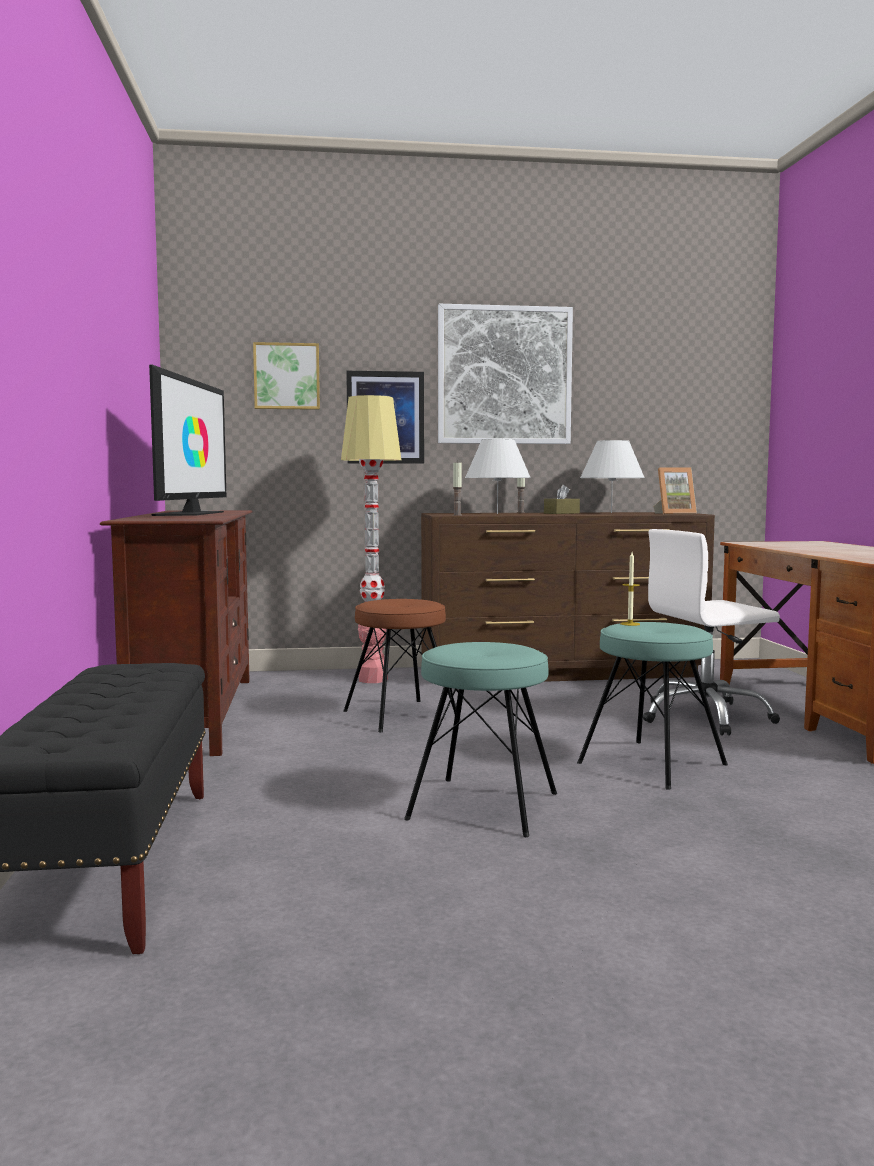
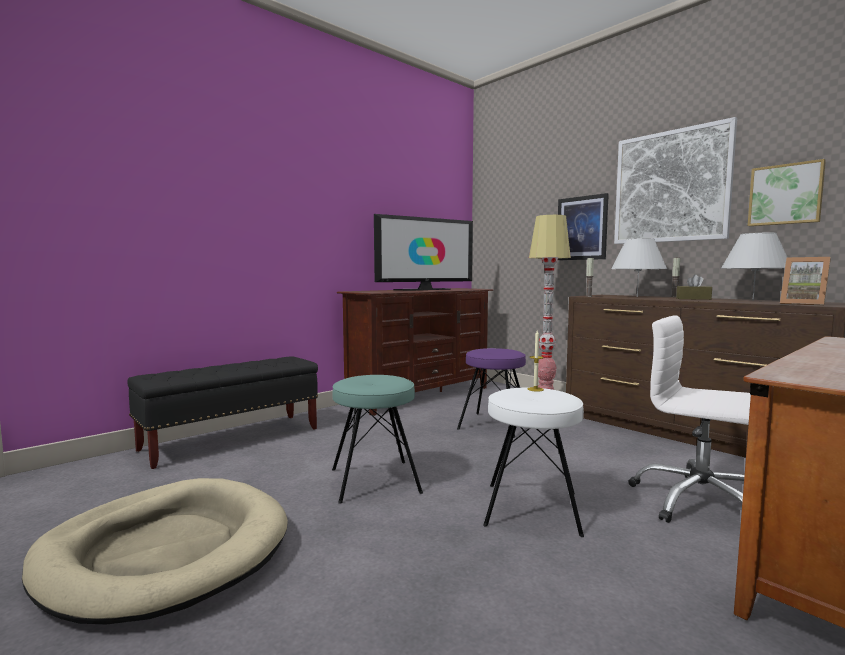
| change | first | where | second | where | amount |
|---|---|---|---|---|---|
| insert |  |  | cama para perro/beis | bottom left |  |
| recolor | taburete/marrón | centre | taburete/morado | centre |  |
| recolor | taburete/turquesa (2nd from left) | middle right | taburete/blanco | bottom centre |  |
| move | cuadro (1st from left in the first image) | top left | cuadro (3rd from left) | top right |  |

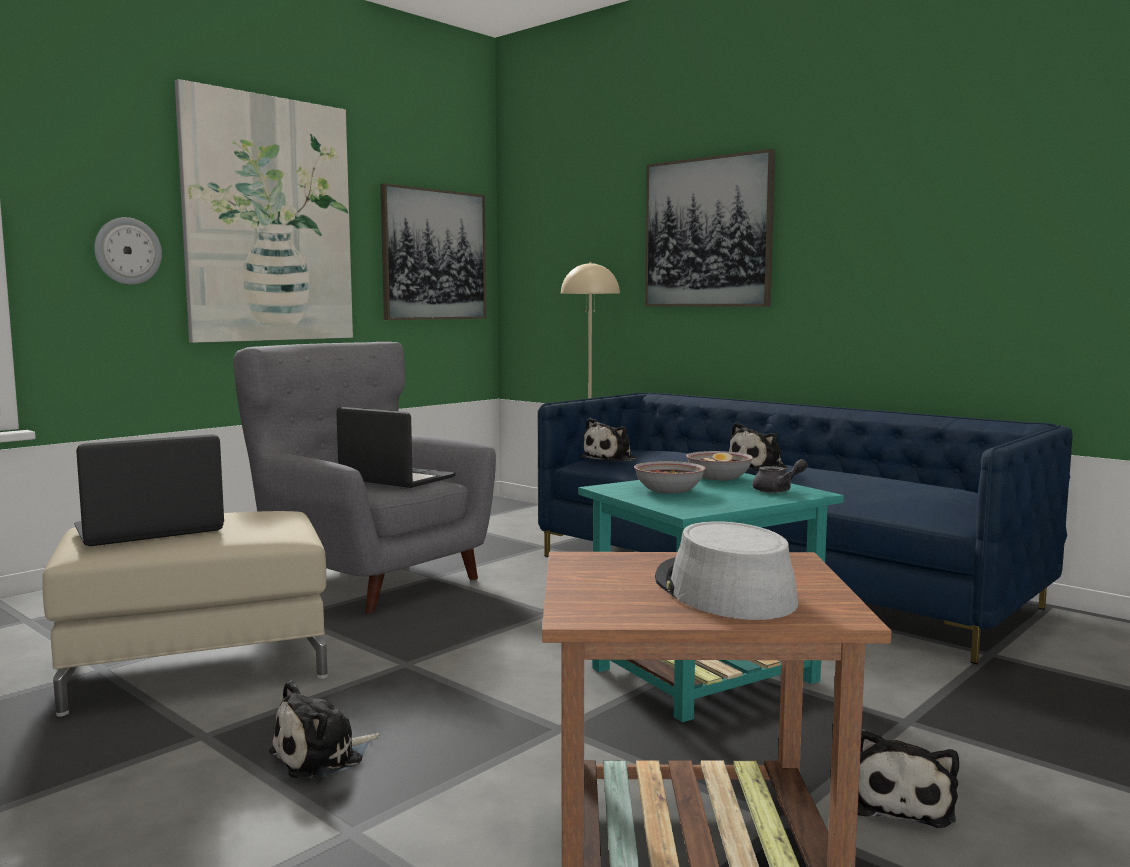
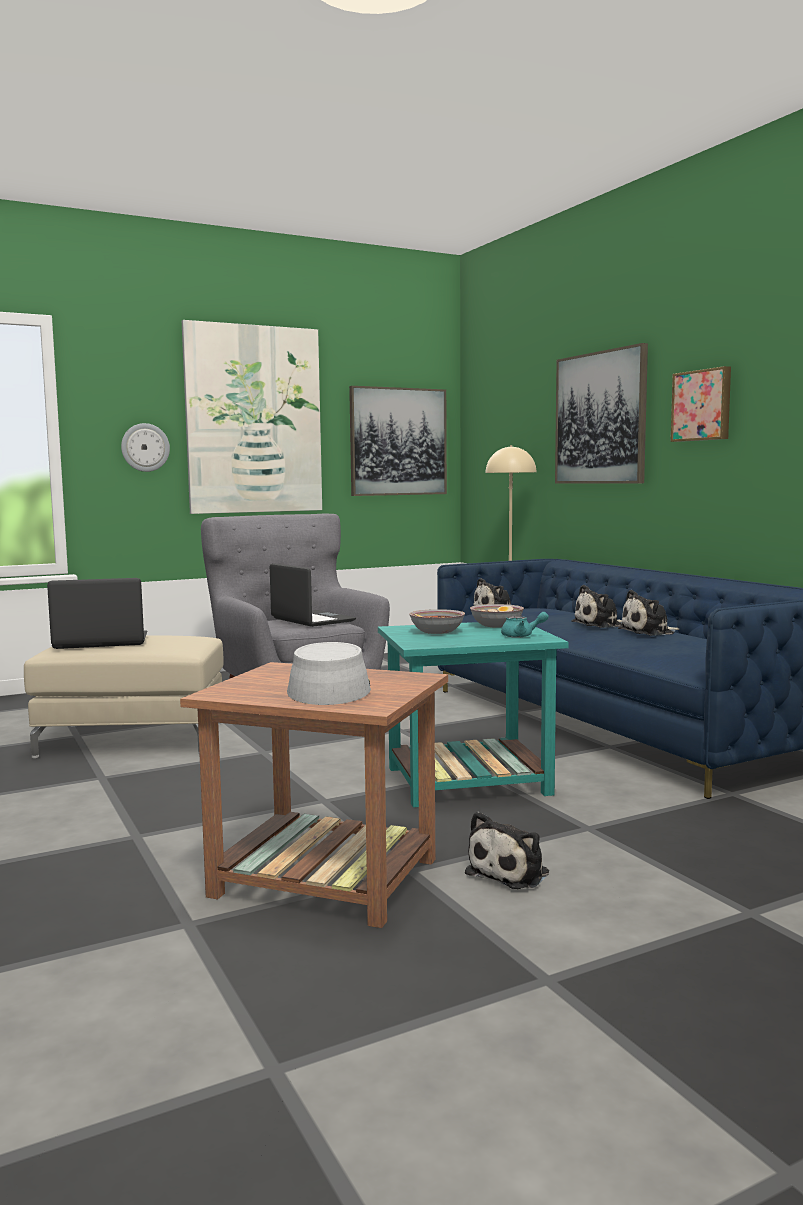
| change | first | where | second | where | amount |
|---|---|---|---|---|---|
| recolor | tetera/gris | middle right | tetera/turquesa | centre |  |
| move | peluche (1st from left in the first image) | bottom left | peluche (4th from left) | middle right |  |
| insert |  |  | cuadro (4th from left) | middle right |  |

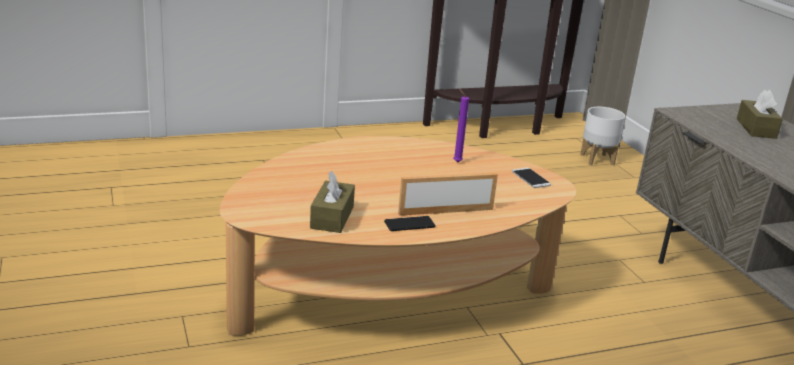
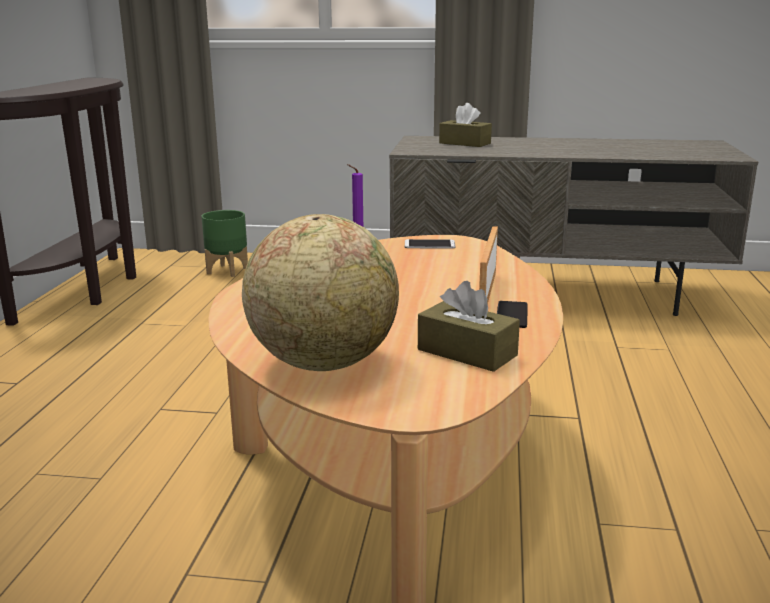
| change | first | where | second | where | amount |
|---|---|---|---|---|---|
| recolor | maceta/blanco | middle right | maceta/verde | middle left |  |
| insert |  |  | globo terráqueo | centre |  |

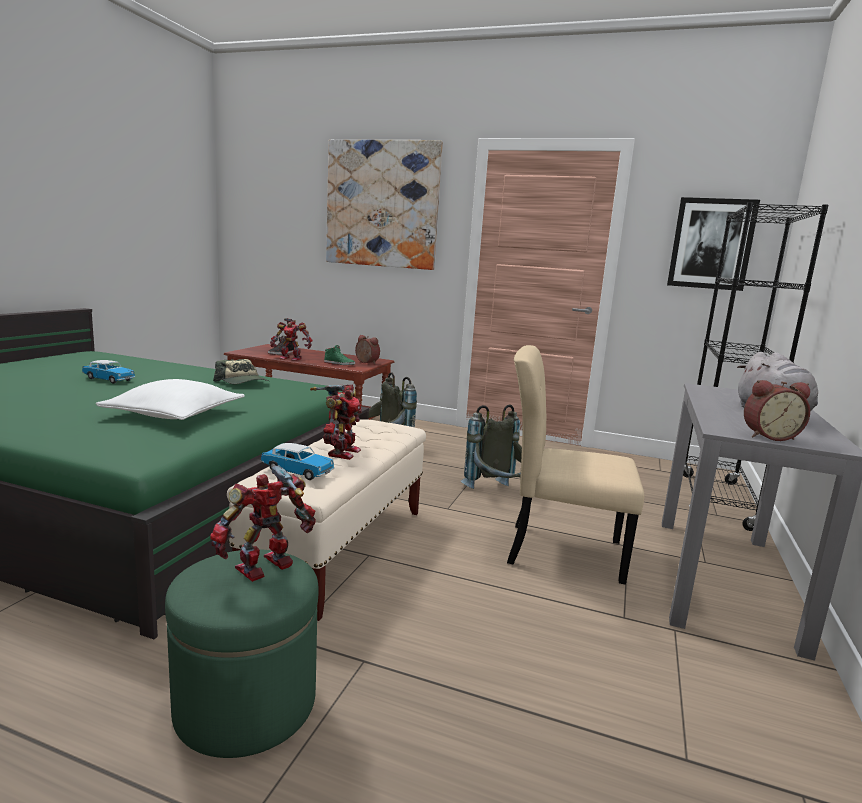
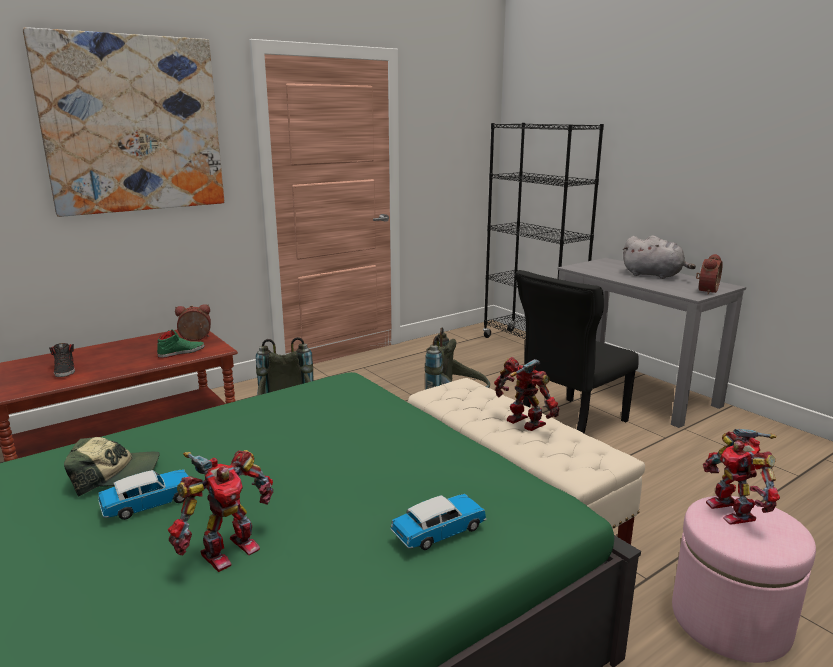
| change | first | where | second | where | amount |
|---|---|---|---|---|---|
| move | gorra | middle left |  | bottom left |  |
| move | robot de juguete (2nd from left in the first image) | centre | robot de juguete (1st from left) | bottom left |  |
| move | coche de juguete (2nd from left) | centre |  | bottom centre |  |
| recolor | silla/beis | middle right | silla/negro | middle right |  |
| recolor | puf/verde | bottom left | puf/rosa | bottom right |  |
| delete | cojín/blanco | middle left |  |  |  |
| delete | cuadro (2nd from left) | top right |  |  |  |

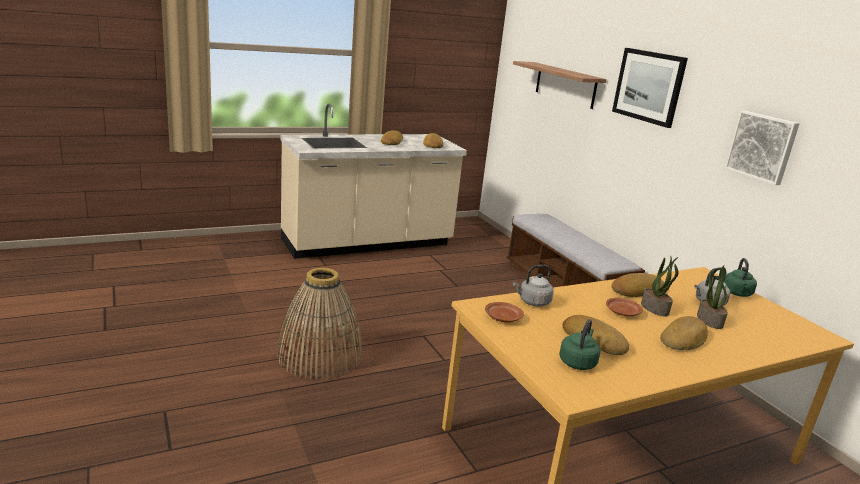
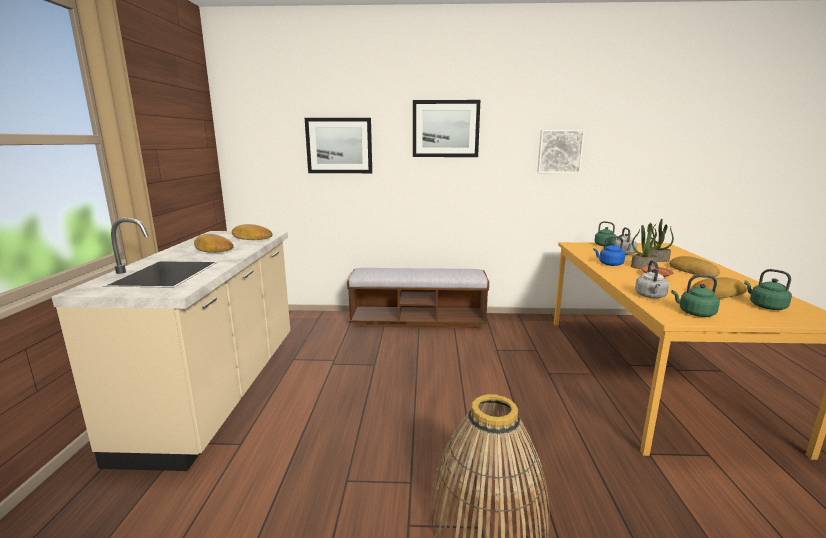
| change | first | where | second | where | amount |
|---|---|---|---|---|---|
| replace | estante | top centre | cuadro (1st from left) | top centre |  |
| replace | pan (4th from left) | middle right | hervidor/azul | middle right |  |
| replace | plato/marrón (1st from left) | centre | hervidor/verde (2nd from left) | middle right |  |

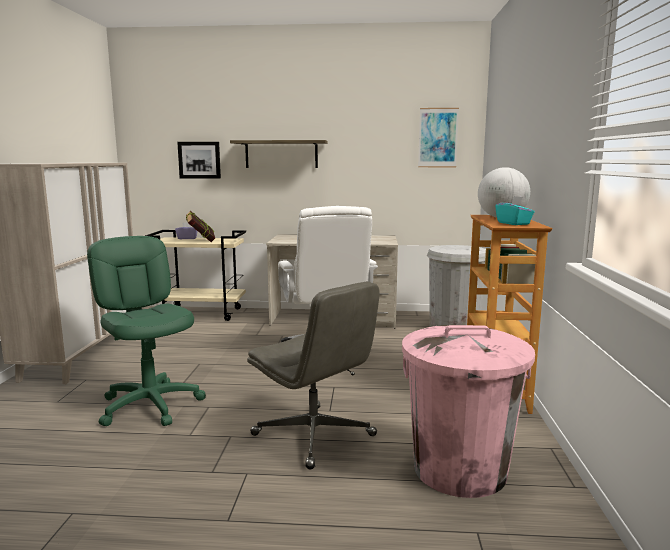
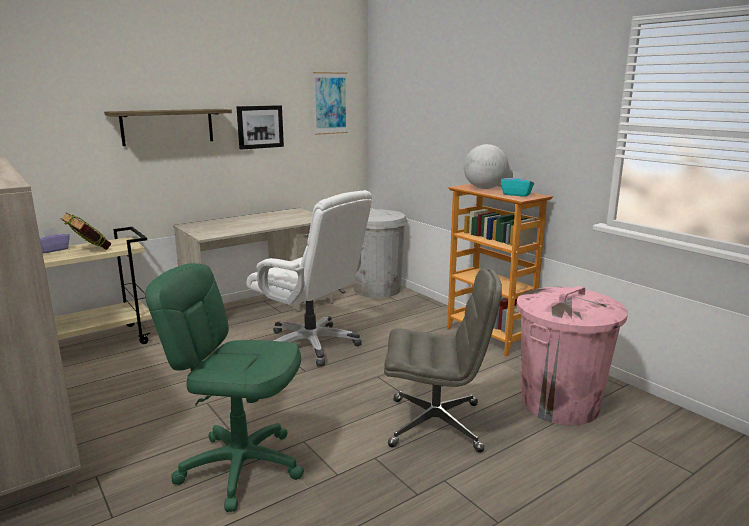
| change | first | where | second | where | amount |
|---|---|---|---|---|---|
| move | cuadro (1st from left) | top left |  | top centre |  |

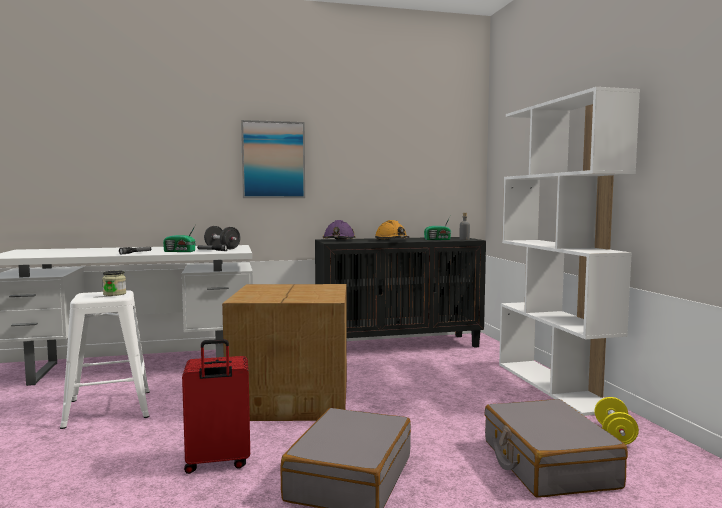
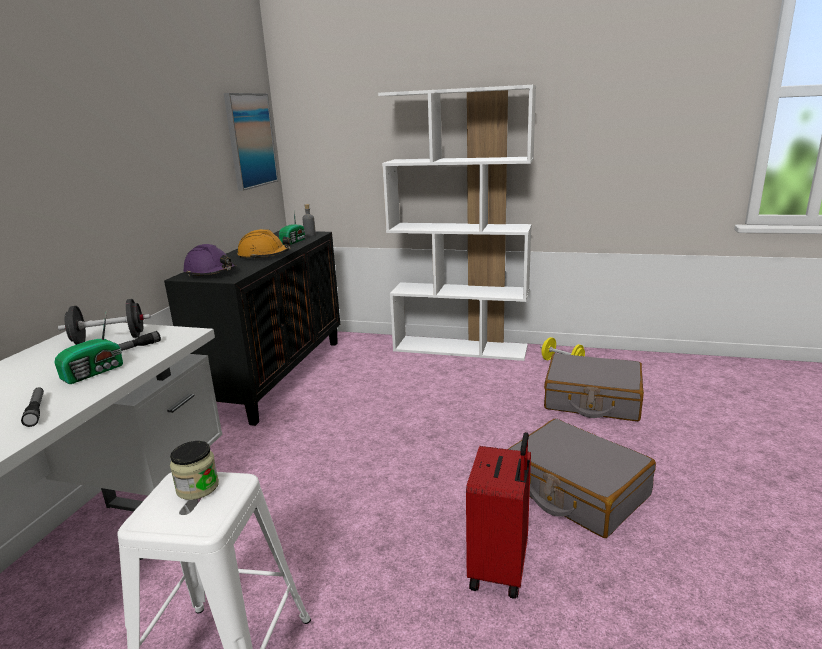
| change | first | where | second | where | amount |
|---|---|---|---|---|---|
| move | cuadro | top centre |  | top left |  |
| delete | caja de cartón | bottom centre |  |  |  |

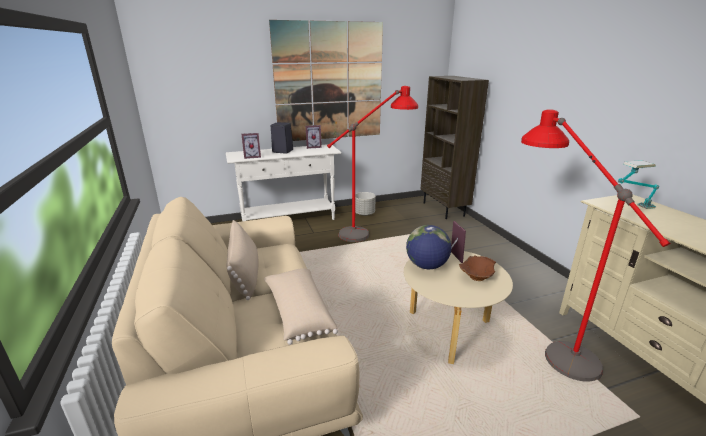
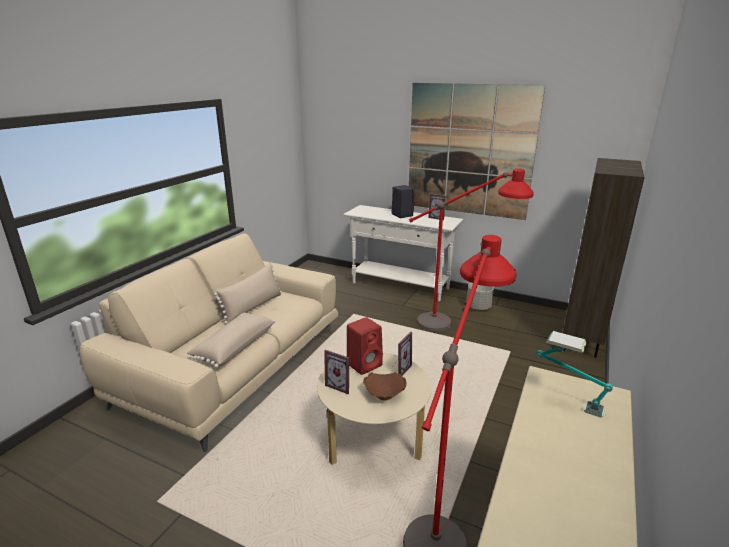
| change | first | where | second | where | amount |
|---|---|---|---|---|---|
| move | portarretratos (1st from left) | centre |  | bottom centre |  |
| replace | globo terráqueo | centre | altavoz/rojo | centre |  |

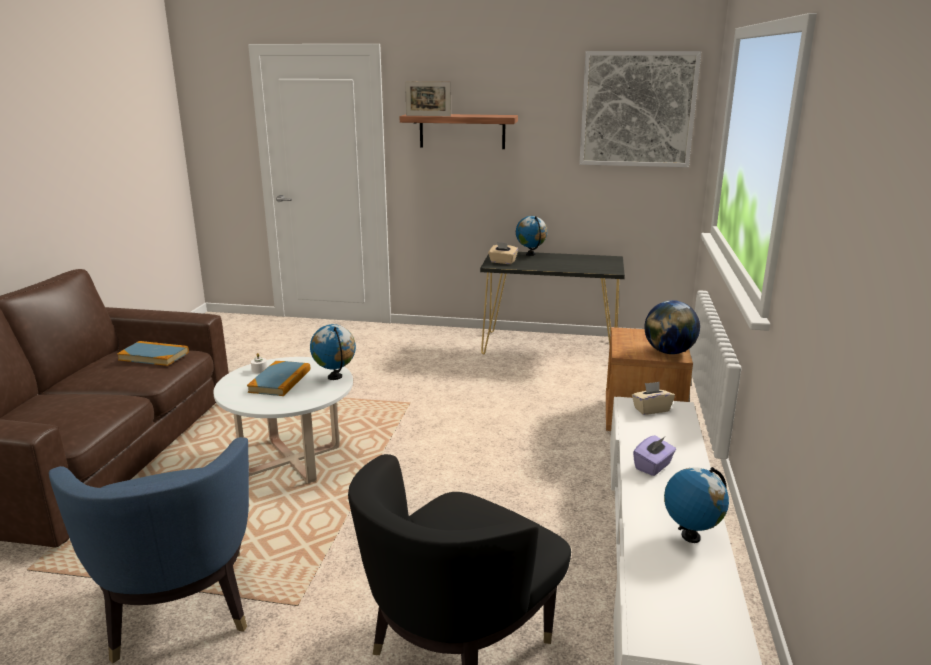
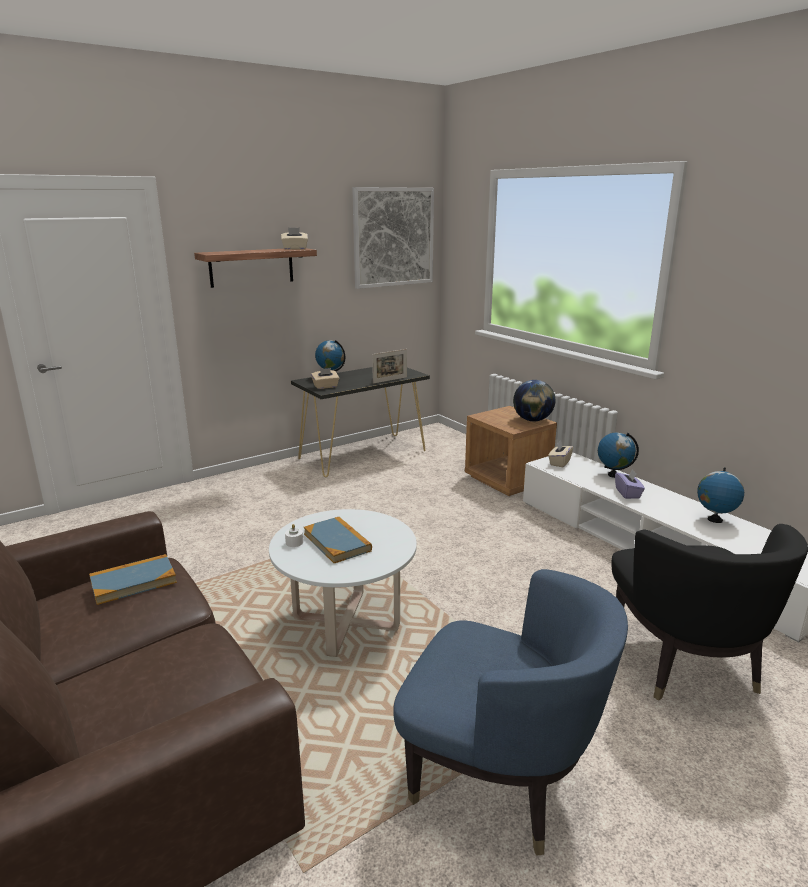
| change | first | where | second | where | amount |
|---|---|---|---|---|---|
| insert |  |  | caja de pañuelos/beis (1st from left) | top centre |  |
| move | portarretratos | top centre |  | centre |  |
| move | globo terráqueo (1st from left in the first image) | centre | globo terráqueo (3rd from left) | middle right |  |

